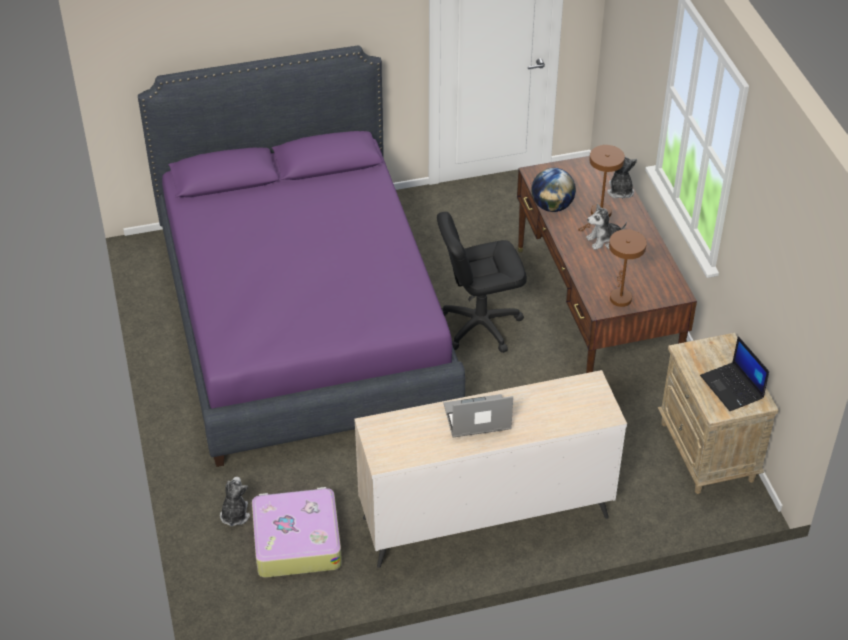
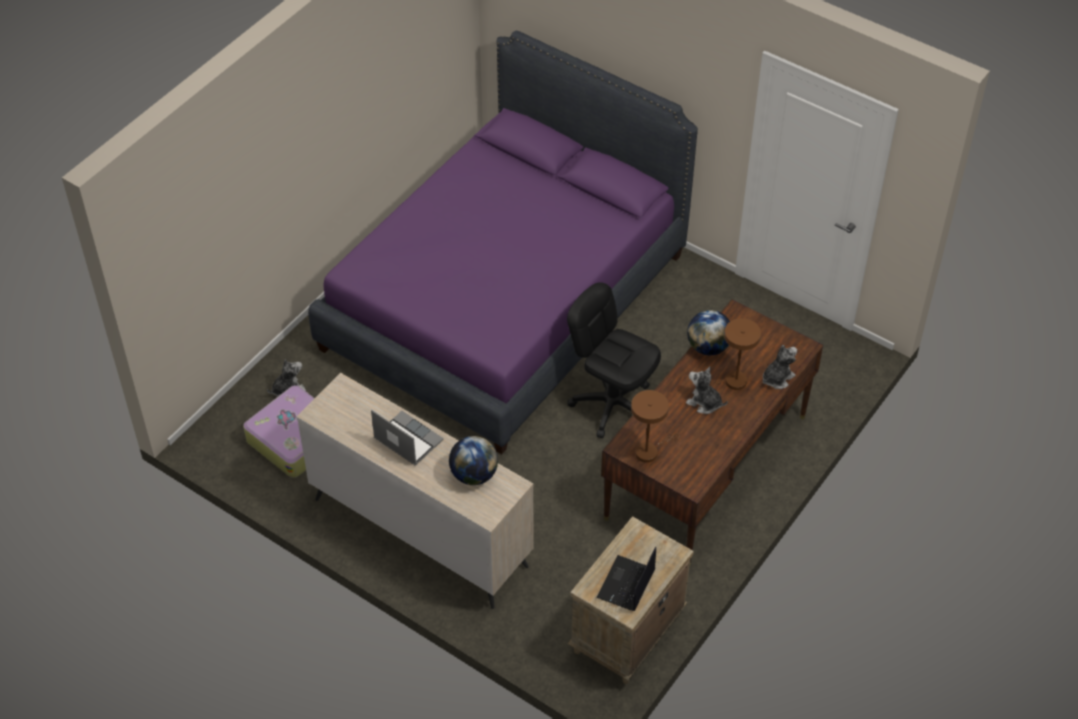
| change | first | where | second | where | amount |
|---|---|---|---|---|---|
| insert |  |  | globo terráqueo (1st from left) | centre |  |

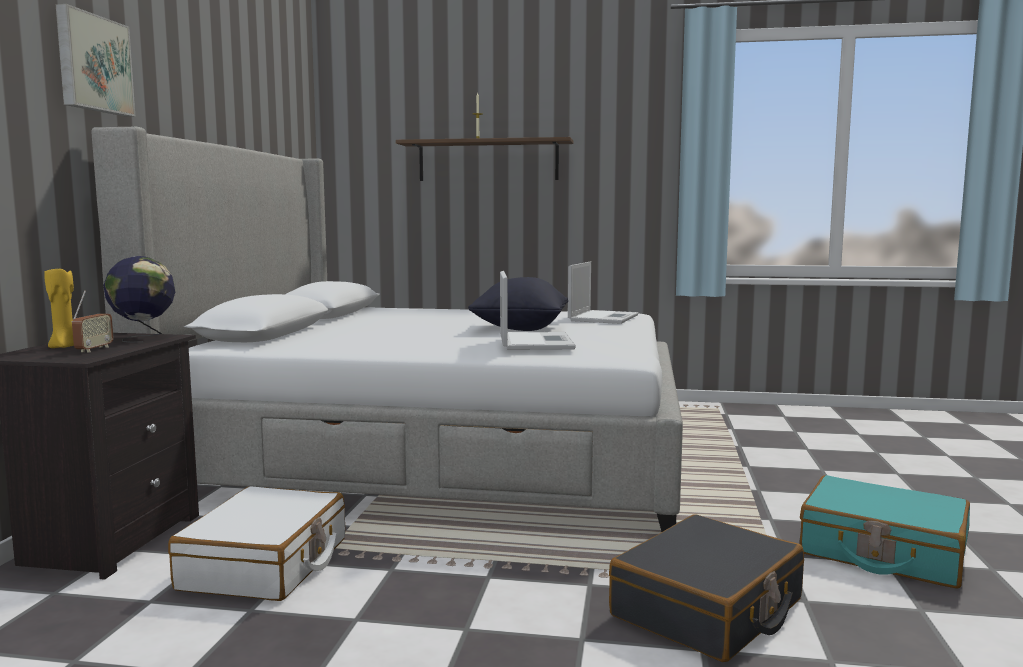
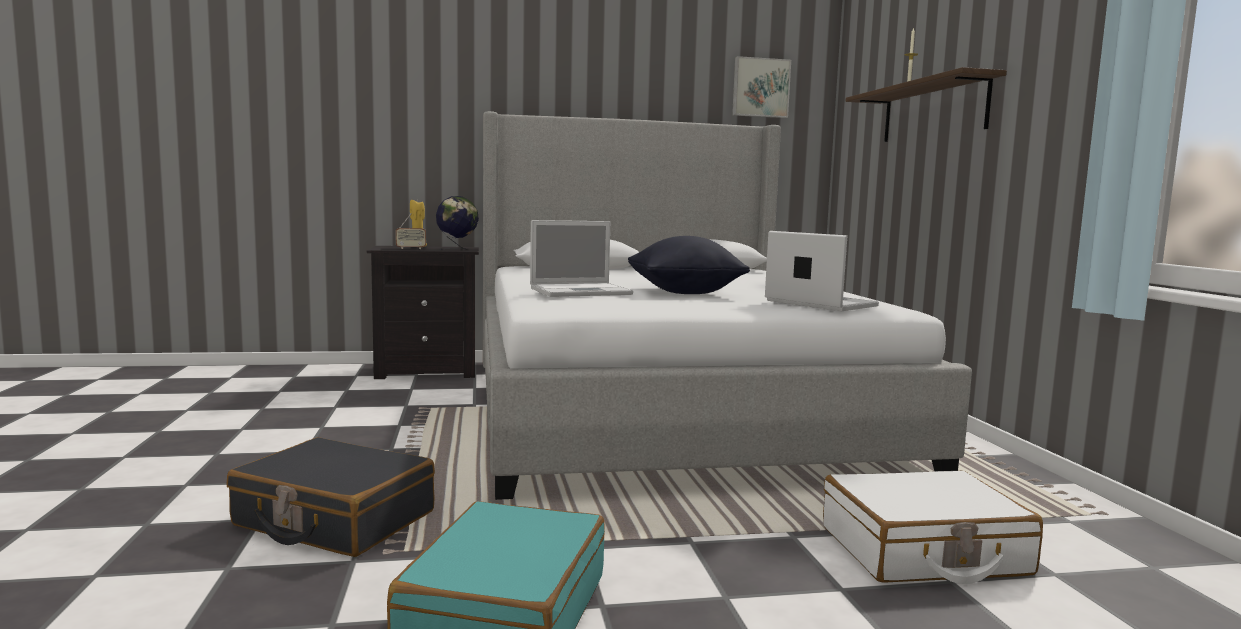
| change | first | where | second | where | amount |
|---|---|---|---|---|---|
| move | cuadro | top left |  | top centre |  |
| rotate | portátil (2nd from left) | centre |  | centre | 135 degrees counterclockwise |
| move | maleta/blanco | bottom left |  | bottom right |  |

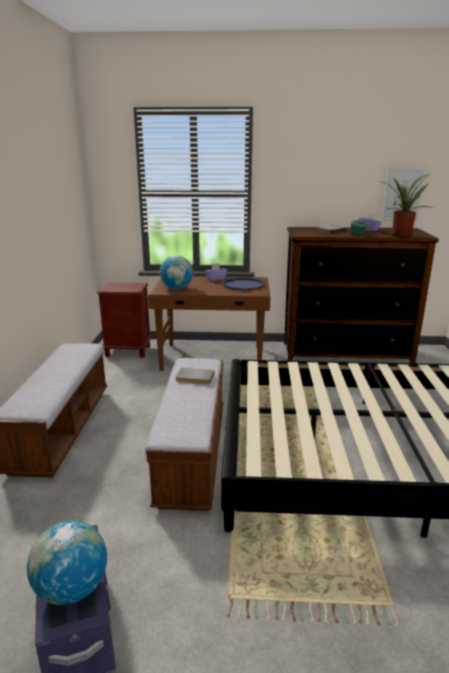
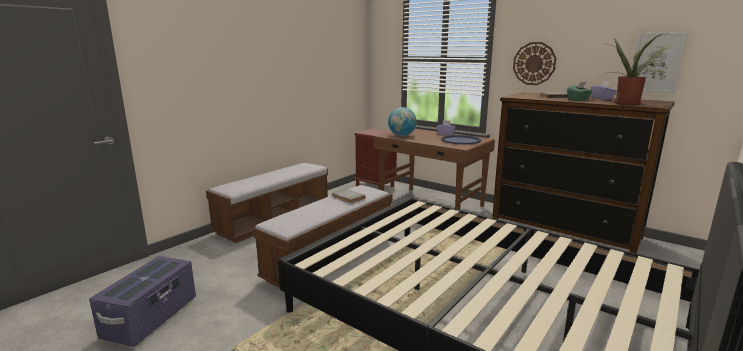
| change | first | where | second | where | amount |
|---|---|---|---|---|---|
| insert |  |  | reloj de pared | top right |  |
| delete | globo terráqueo (1st from left) | bottom left |  |  |  |

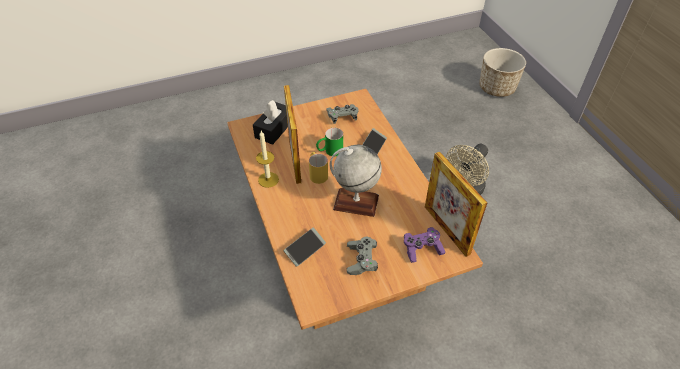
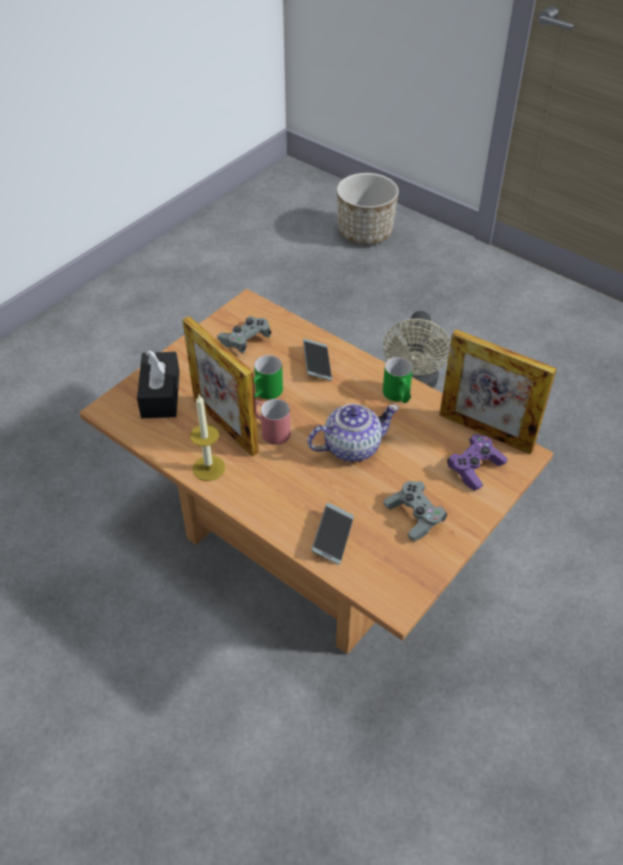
| change | first | where | second | where | amount |
|---|---|---|---|---|---|
| recolor | taza grande/amarillo | centre | taza grande/rojo | centre |  |
| replace | globo terráqueo | centre | tetera | centre |  |
| insert |  |  | taza grande/verde (2nd from left) | centre |  |

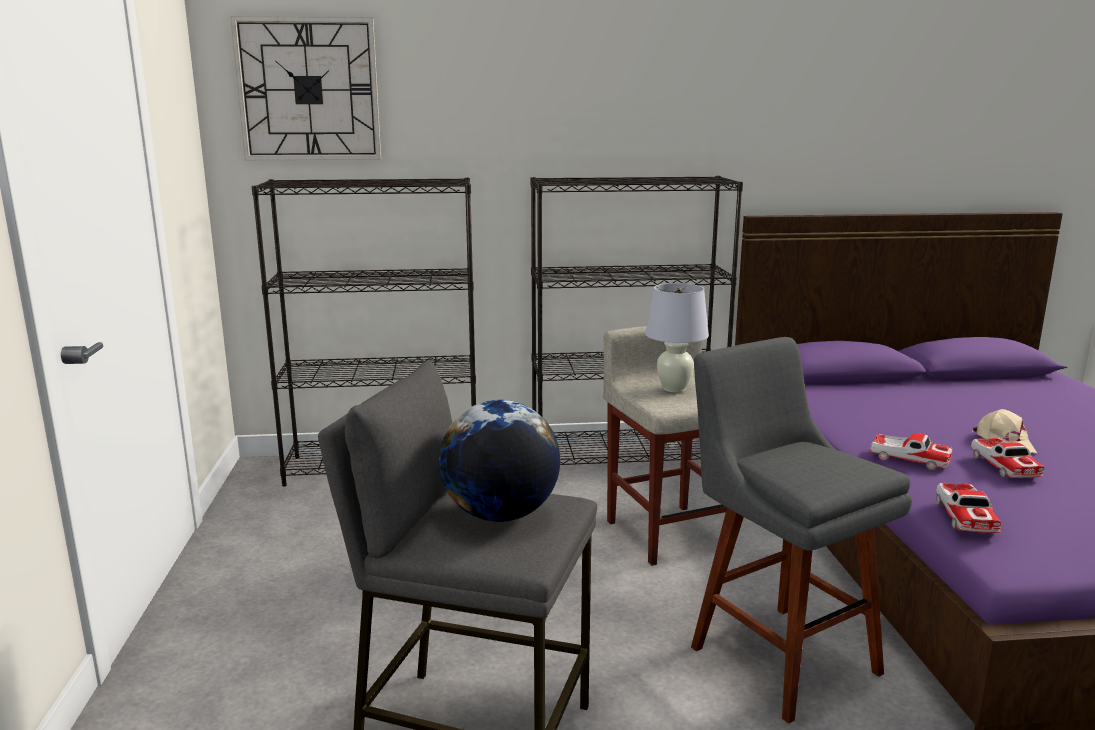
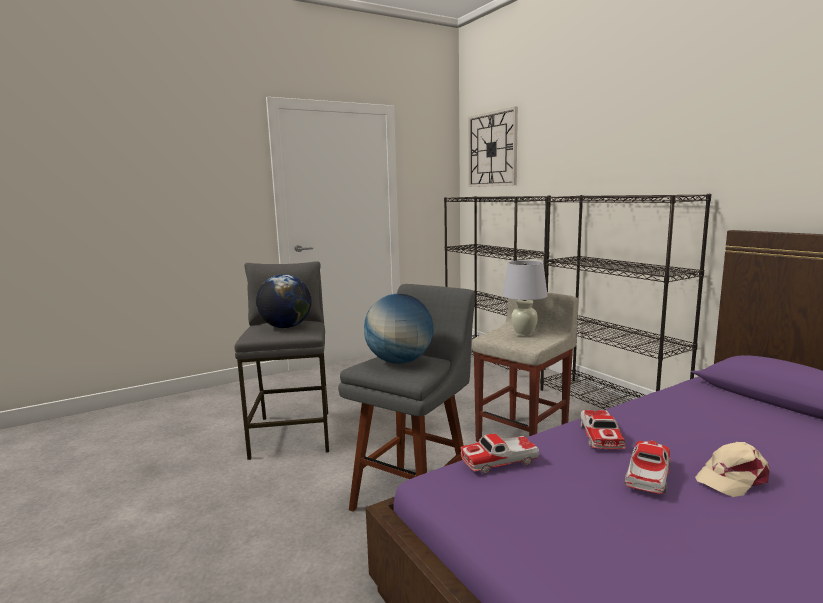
| change | first | where | second | where | amount |
|---|---|---|---|---|---|
| insert |  |  | globo terráqueo (2nd from left) | centre |  |
| rotate | coche de juguete (3rd from left) | middle right |  | bottom right | 150 degrees clockwise |

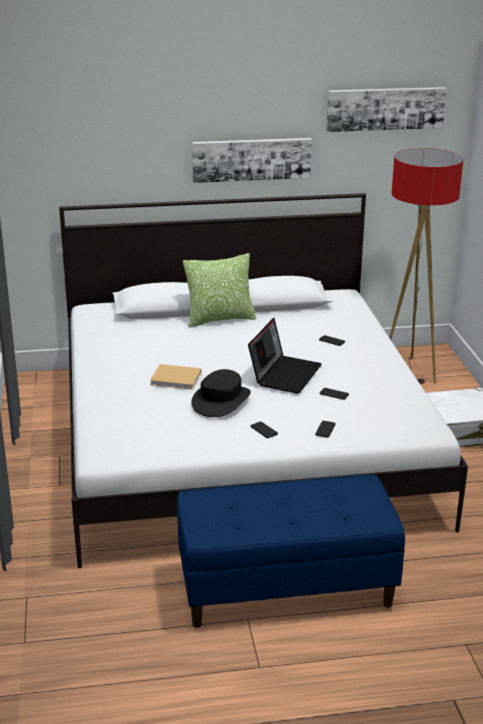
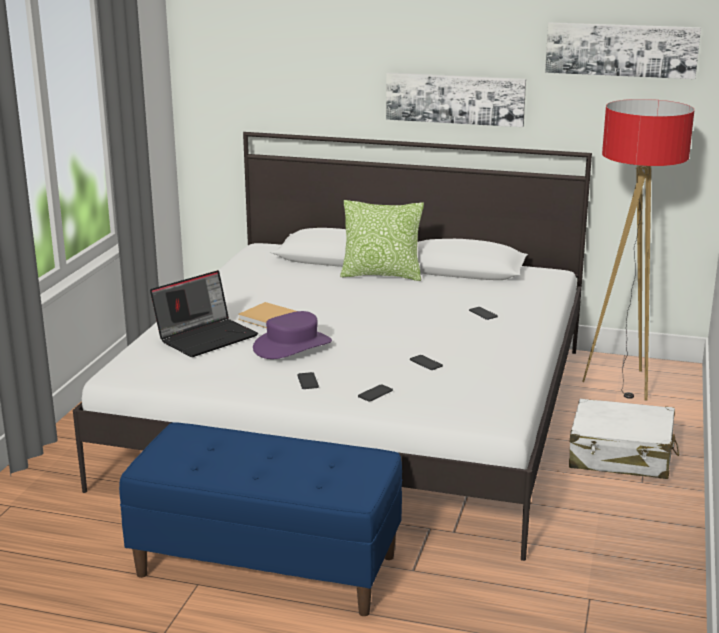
| change | first | where | second | where | amount |
|---|---|---|---|---|---|
| move | portátil | centre |  | middle left |  |
| recolor | sombrero/negro | centre | sombrero/morado | centre |  |

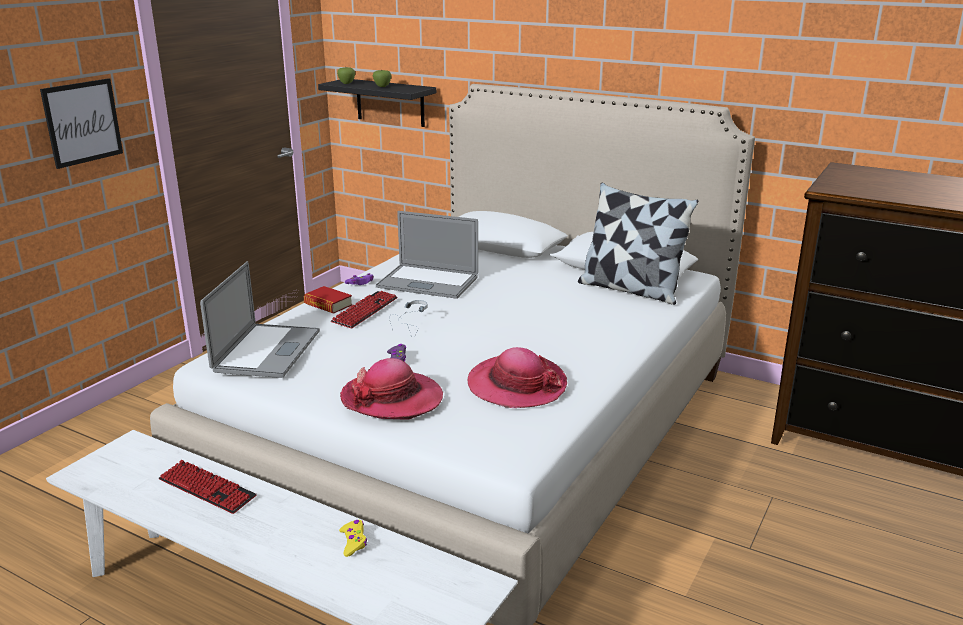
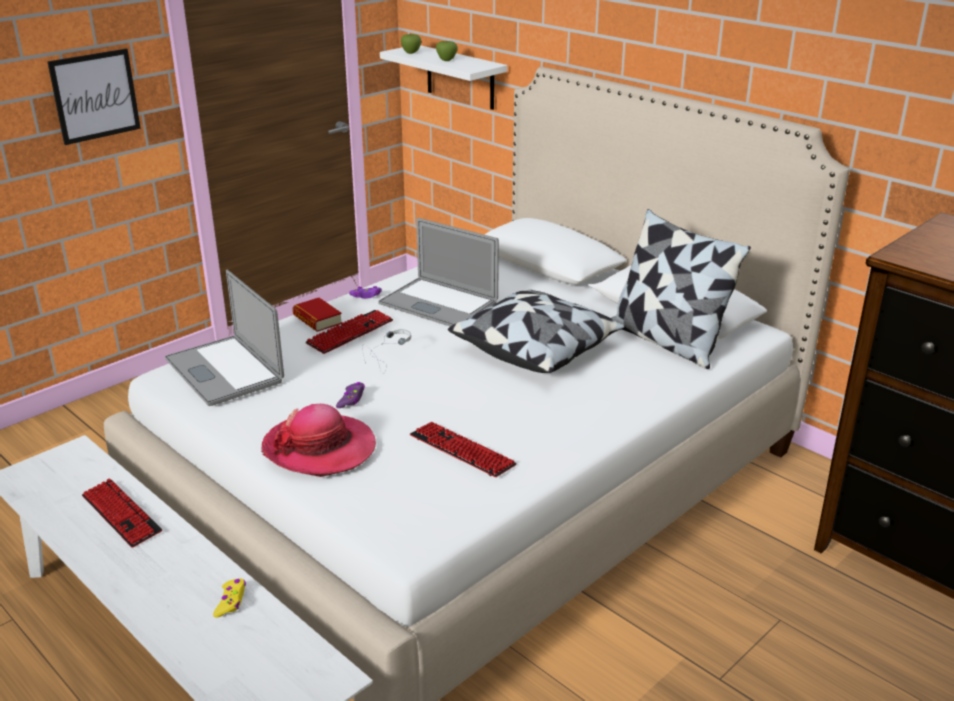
| change | first | where | second | where | amount |
|---|---|---|---|---|---|
| rotate | portátil (1st from left) | middle left |  | middle left | 120 degrees clockwise |
| recolor | estante/negro | top centre | estante/blanco | top centre |  |
| replace | sombrero (2nd from left) | centre | teclado (3rd from left) | centre |  |
| insert |  |  | cojín (1st from left) | centre |  |

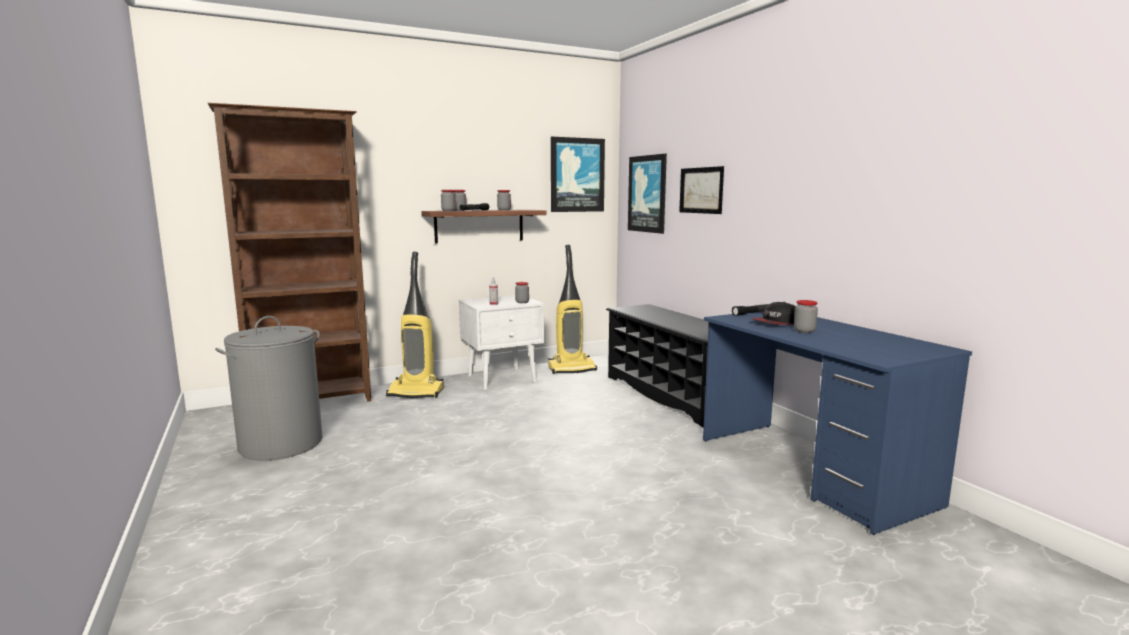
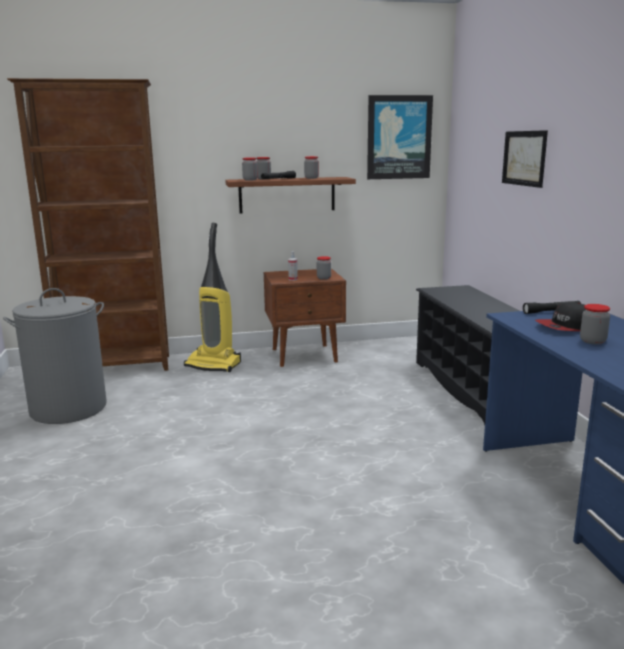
| change | first | where | second | where | amount |
|---|---|---|---|---|---|
| recolor | mesita de noche/blanco | centre | mesita de noche/marrón | centre |  |
| delete | aspiradora (2nd from left) | centre |  |  |  |
| delete | cuadro (2nd from left) | top centre |  |  |  |

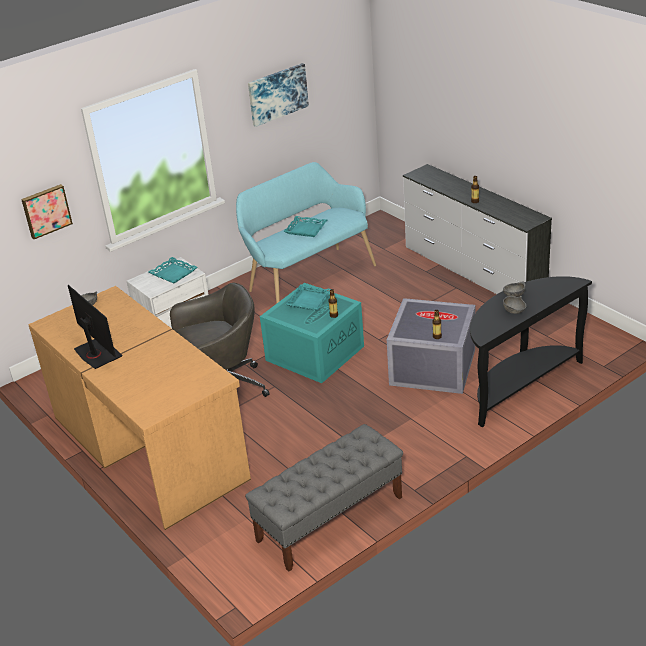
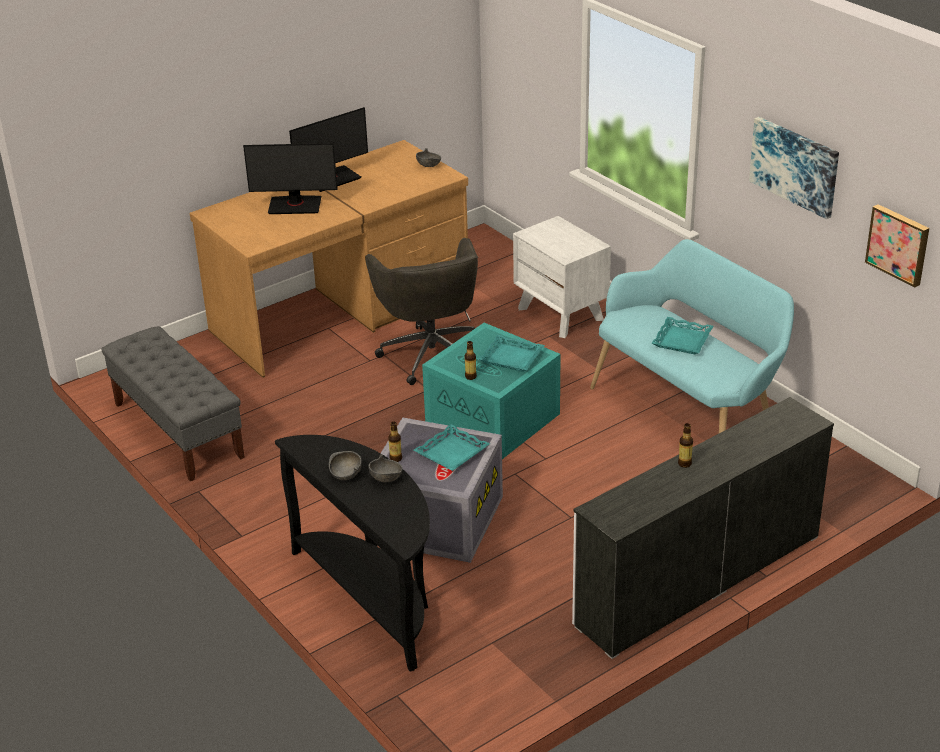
| change | first | where | second | where | amount |
|---|---|---|---|---|---|
| insert |  |  | monitor (1st from left) | top left |  |
| move | bandeja/turquesa (1st from left) | middle left |  | centre |  |
| move | cuadro (1st from left in the first image) | top left | cuadro (2nd from left) | top right |  |

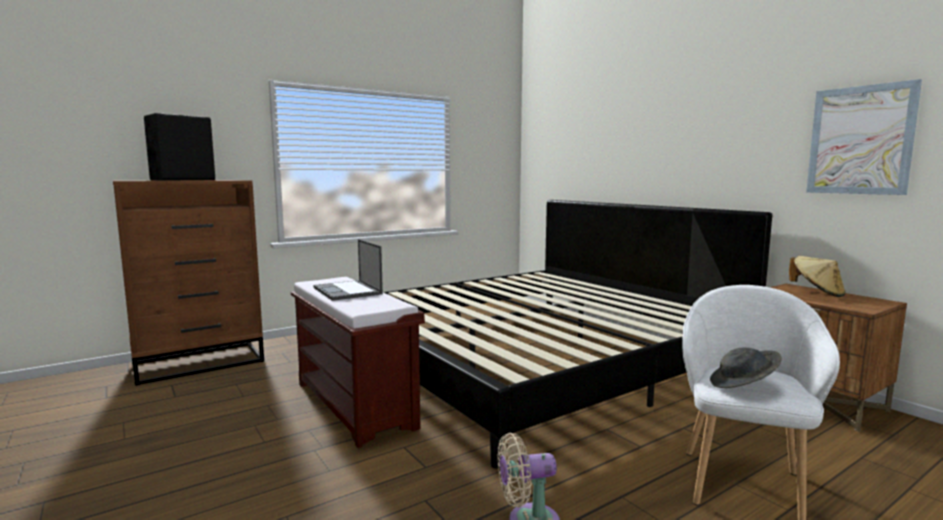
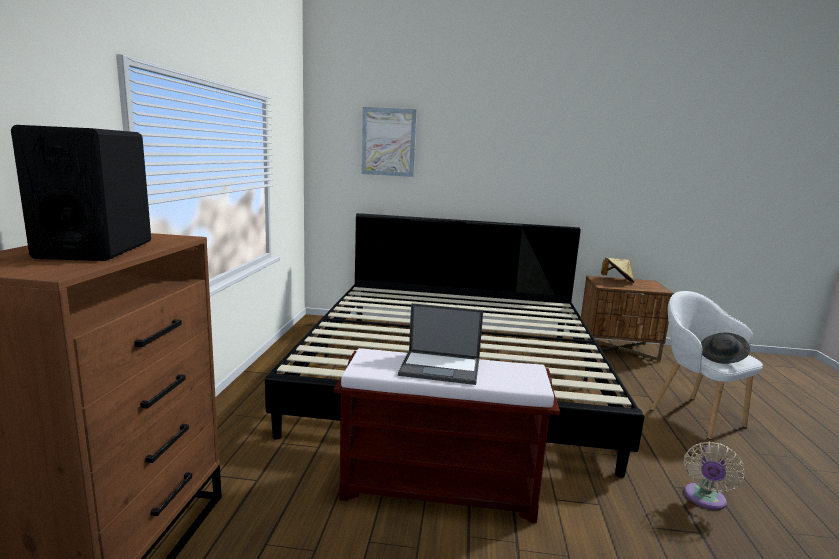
| change | first | where | second | where | amount |
|---|---|---|---|---|---|
| move | cuadro | top right |  | top centre |  |

